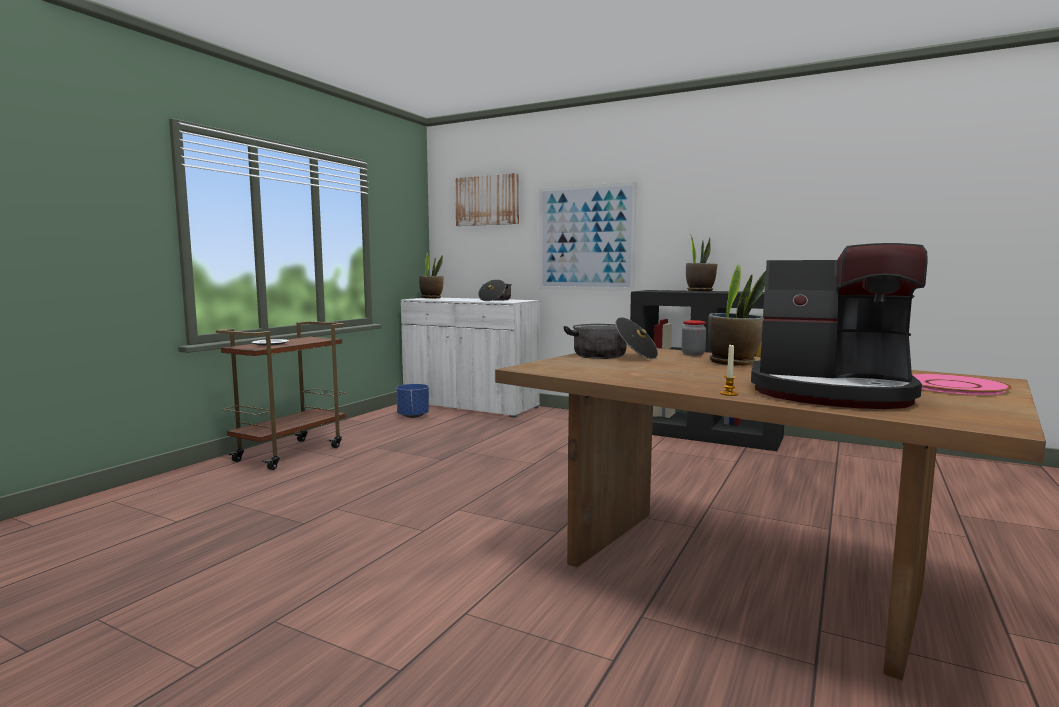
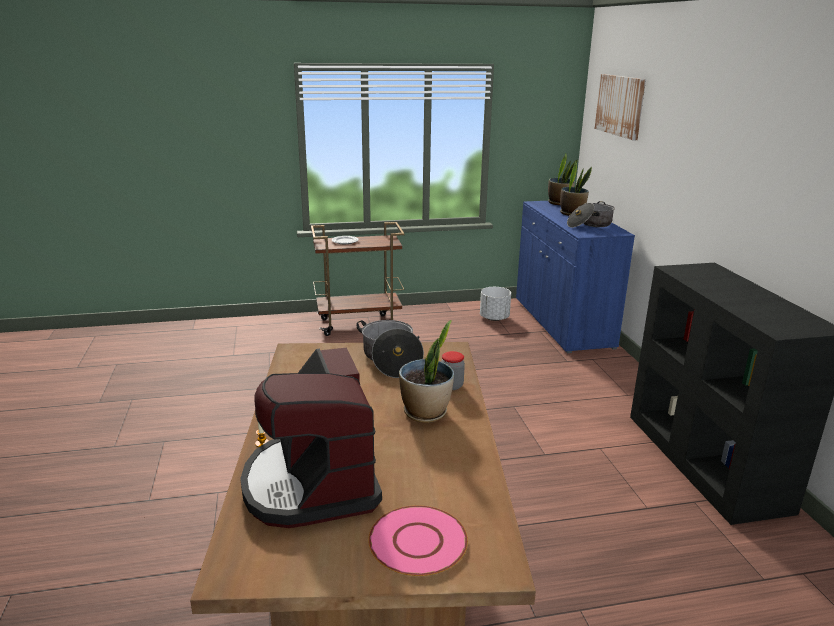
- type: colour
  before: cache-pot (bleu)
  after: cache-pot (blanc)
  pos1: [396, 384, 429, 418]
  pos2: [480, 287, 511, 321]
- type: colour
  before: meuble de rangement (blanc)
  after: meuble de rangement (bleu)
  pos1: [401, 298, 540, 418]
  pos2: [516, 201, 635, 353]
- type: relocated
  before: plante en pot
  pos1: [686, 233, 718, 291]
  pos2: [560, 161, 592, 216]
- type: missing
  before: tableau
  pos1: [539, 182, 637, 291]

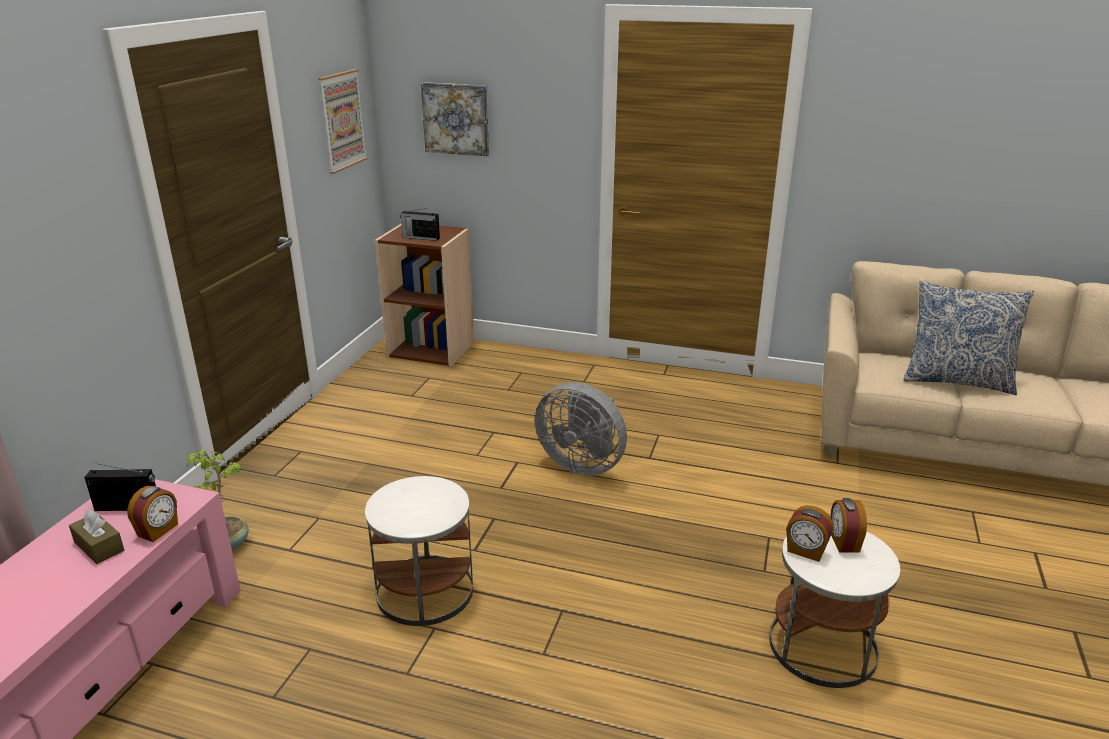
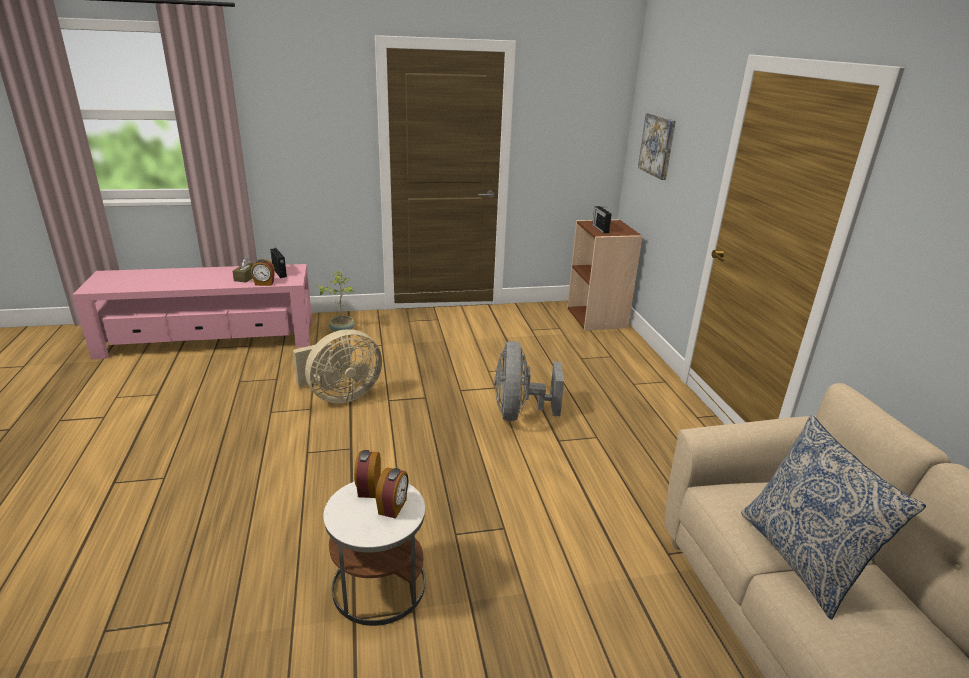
- type: exchanged
  before: table d'appoint (blanc)
  after: ventilateur (beige)
  pos1: [365, 476, 473, 626]
  pos2: [293, 329, 382, 403]
- type: spun
  before: réveil
  pos1: [831, 498, 867, 553]
  pos2: [376, 468, 409, 519]
  turn: 135
- type: missing
  before: tableau
  pos1: [318, 69, 368, 174]

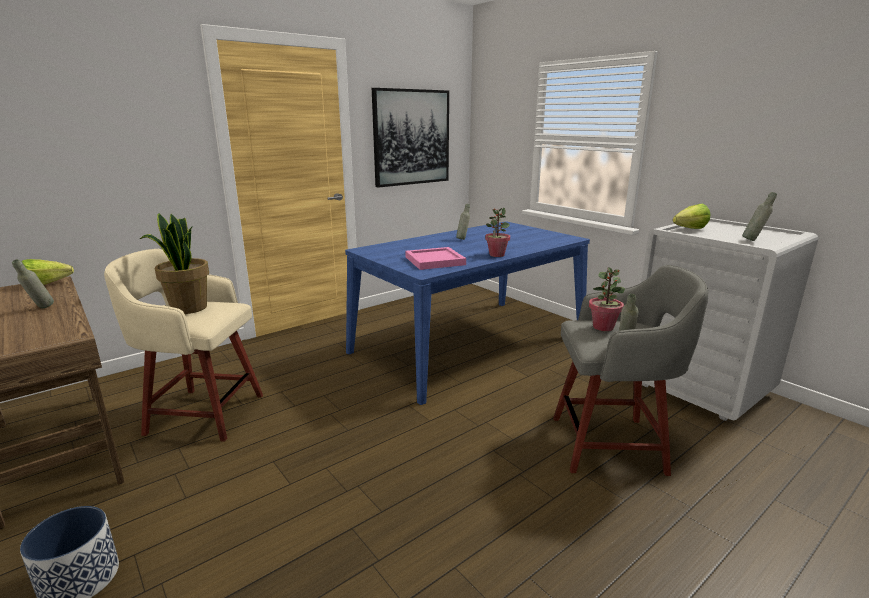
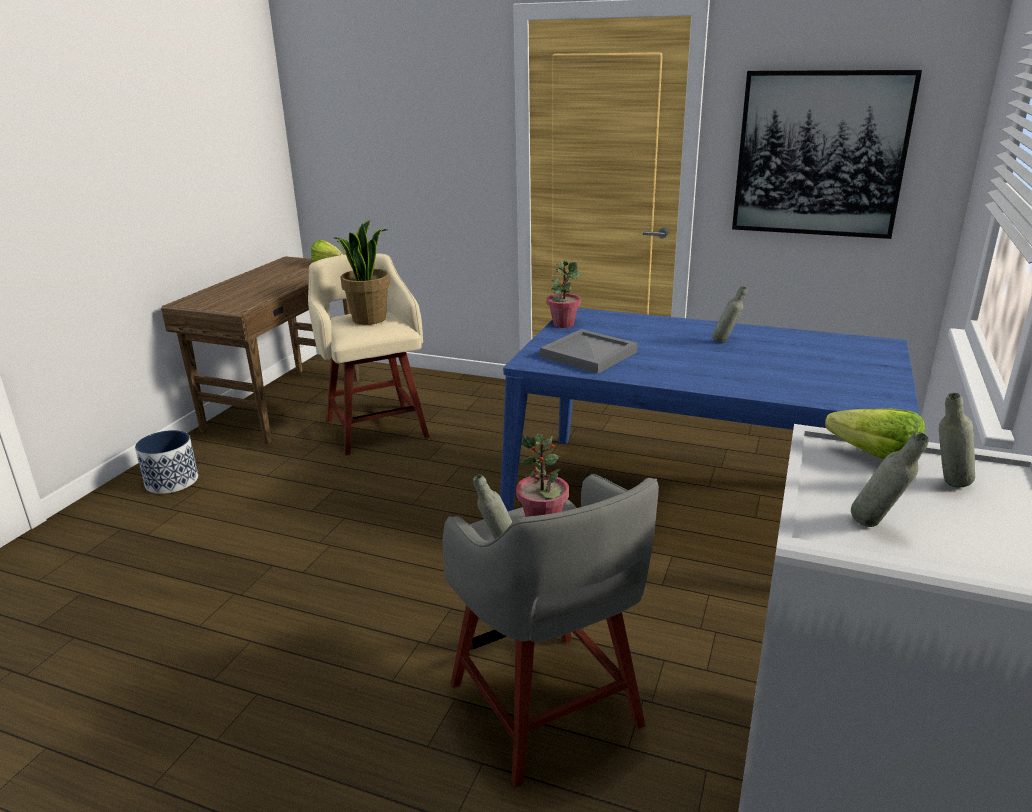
- type: colour
  before: plateau (rose)
  after: plateau (gris)
  pos1: [405, 247, 466, 270]
  pos2: [540, 329, 638, 374]
- type: relocated
  before: plante en pot
  pos1: [485, 208, 510, 257]
  pos2: [547, 260, 581, 328]
- type: relocated
  before: bouteille (gris)
  pos1: [12, 259, 54, 308]
  pos2: [939, 393, 975, 488]

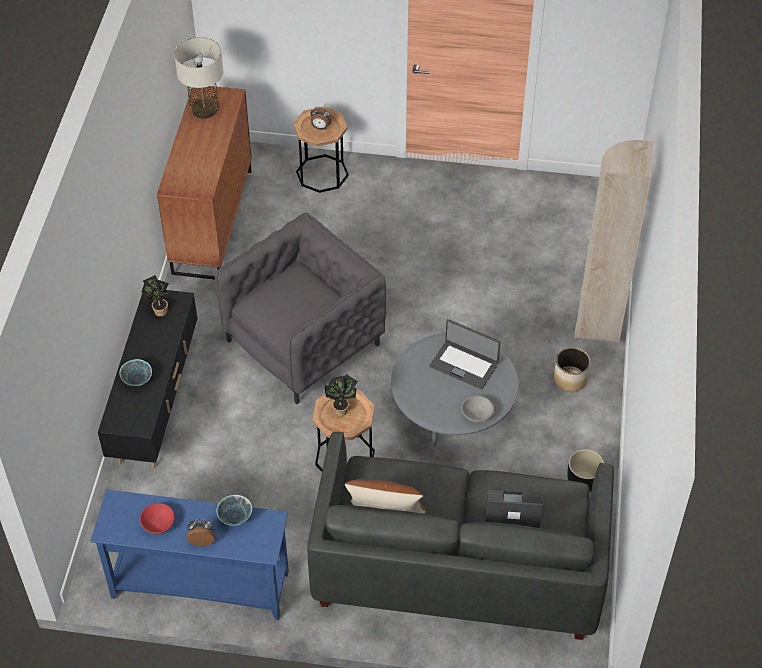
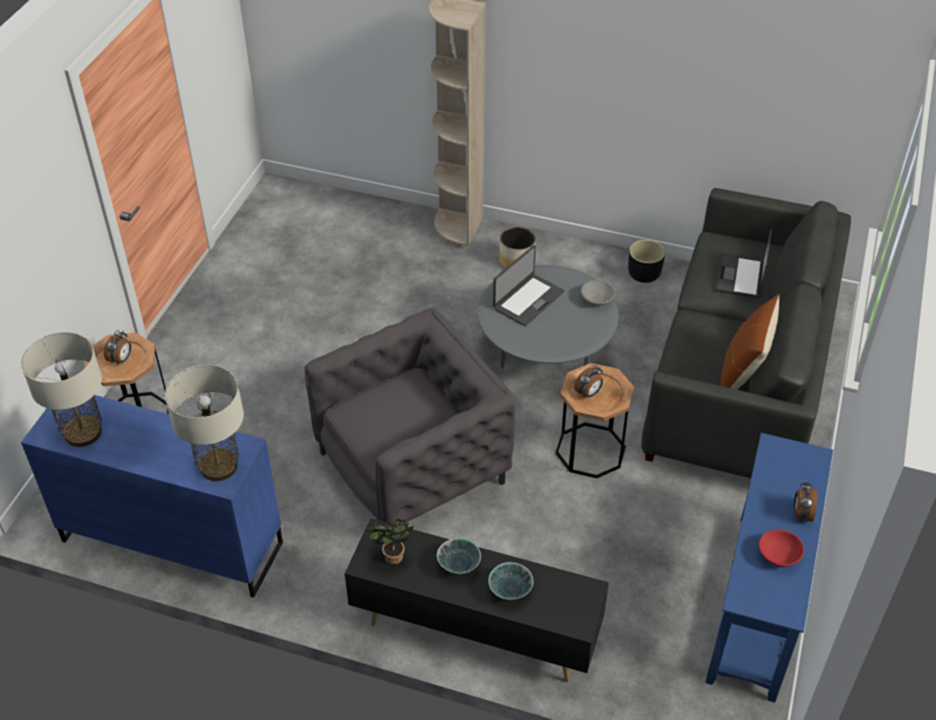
- type: colour
  before: commode (marron)
  after: commode (bleu)
  pos1: [157, 86, 252, 279]
  pos2: [21, 395, 283, 597]
- type: appeared
  after: lampe de table
  pos2: [165, 365, 244, 481]
- type: spun
  before: fauteuil (gris)
  pos1: [215, 213, 386, 404]
  pos2: [305, 308, 515, 524]
  turn: 90
- type: relocated
  before: bol
  pos1: [217, 495, 252, 525]
  pos2: [437, 538, 481, 574]
- type: exchanged
  before: plante en pot
  after: réveil
  pos1: [325, 374, 358, 416]
  pos2: [574, 365, 603, 398]

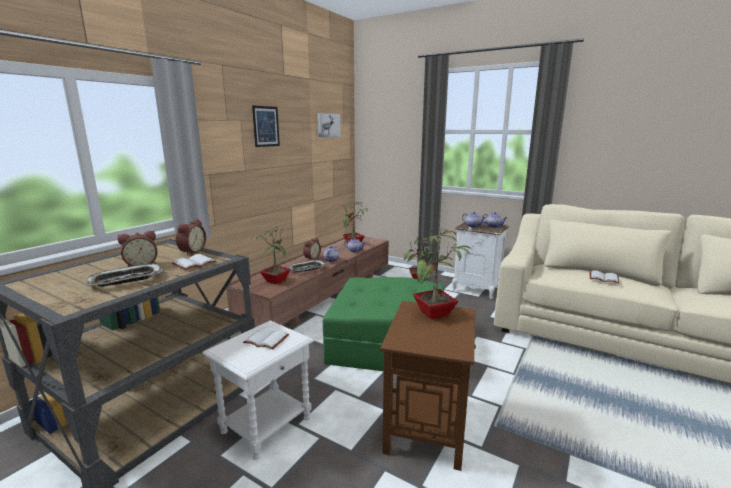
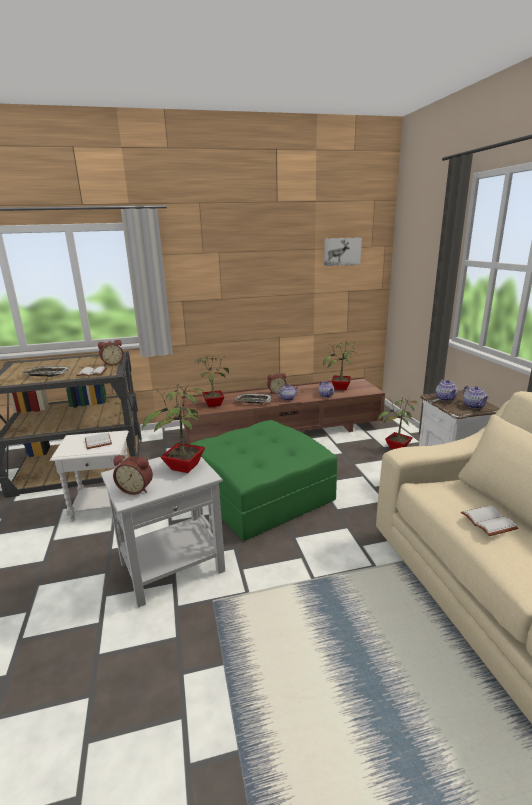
- type: colour
  before: table d'appoint (marron)
  after: table d'appoint (blanc)
  pos1: [380, 301, 476, 471]
  pos2: [101, 457, 225, 608]
- type: relocated
  before: réveil
  pos1: [118, 231, 158, 267]
  pos2: [113, 455, 153, 495]
- type: missing
  before: tableau
  pos1: [252, 105, 280, 147]

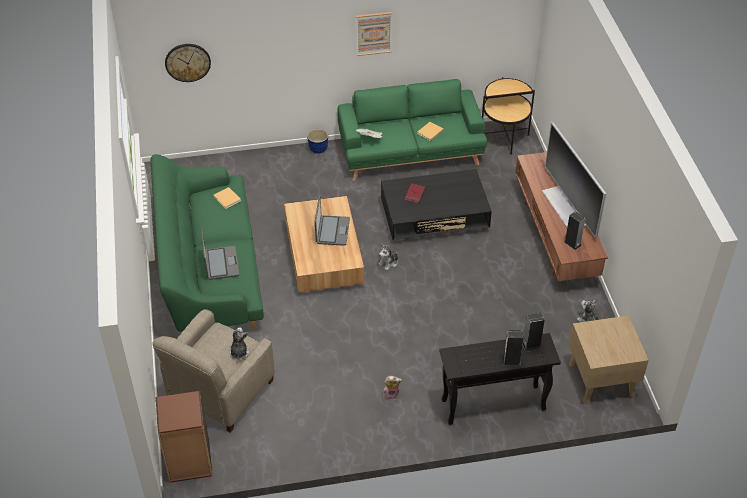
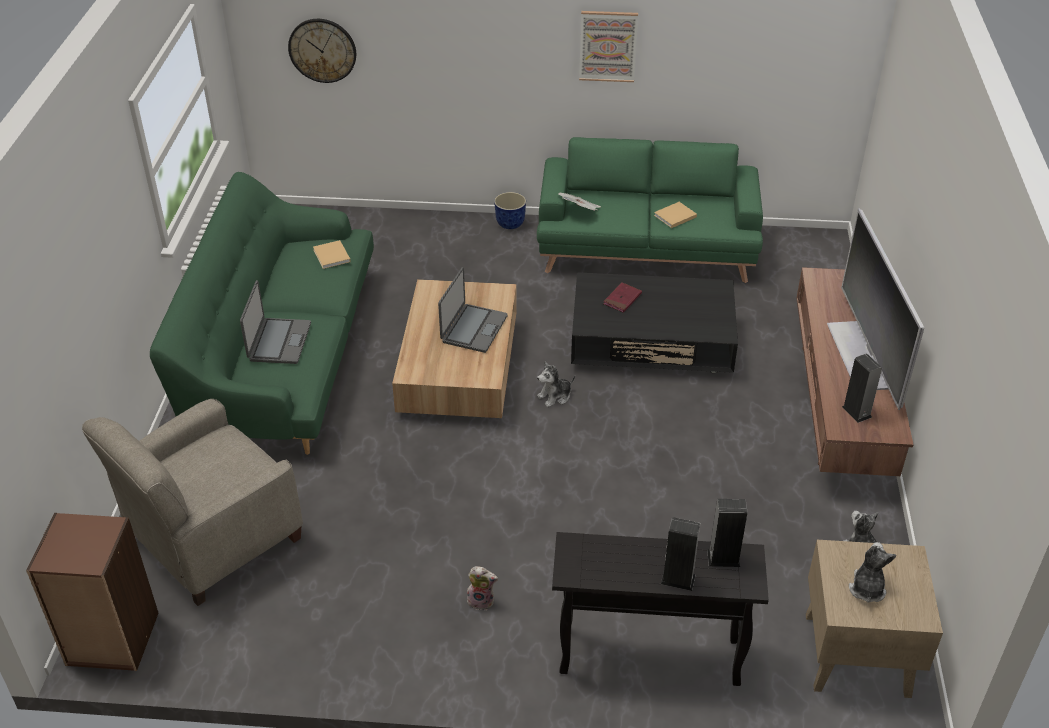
- type: relocated
  before: peluche
  pos1: [230, 327, 249, 360]
  pos2: [849, 542, 896, 602]
- type: missing
  before: table d'appoint
  pos1: [482, 77, 535, 155]

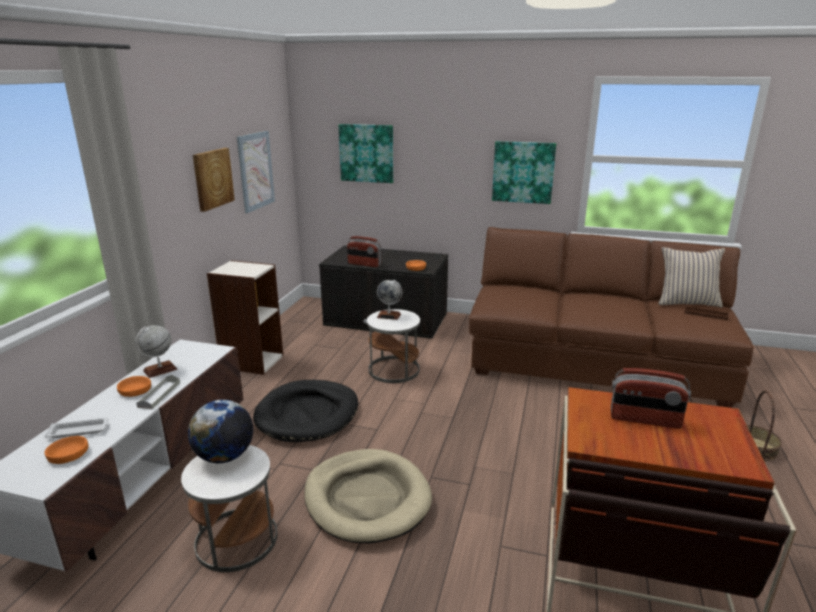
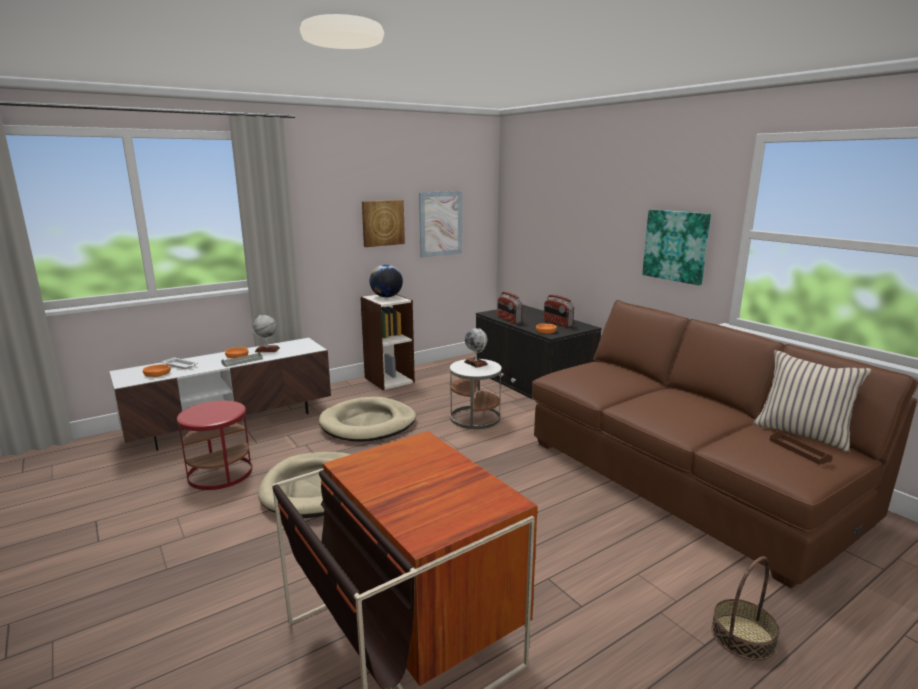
- type: colour
  before: table d'appoint (blanc)
  after: table d'appoint (rouge)
  pos1: [181, 445, 277, 572]
  pos2: [177, 401, 252, 490]
- type: colour
  before: panier pour chien (noir)
  after: panier pour chien (beige)
  pos1: [253, 380, 358, 442]
  pos2: [319, 397, 416, 442]
- type: relocated
  before: globe
  pos1: [188, 400, 253, 463]
  pos2: [370, 264, 403, 298]
- type: relocated
  before: radio
  pos1: [611, 368, 691, 428]
  pos2: [544, 295, 574, 327]
- type: missing
  before: tableau
  pos1: [339, 124, 393, 183]

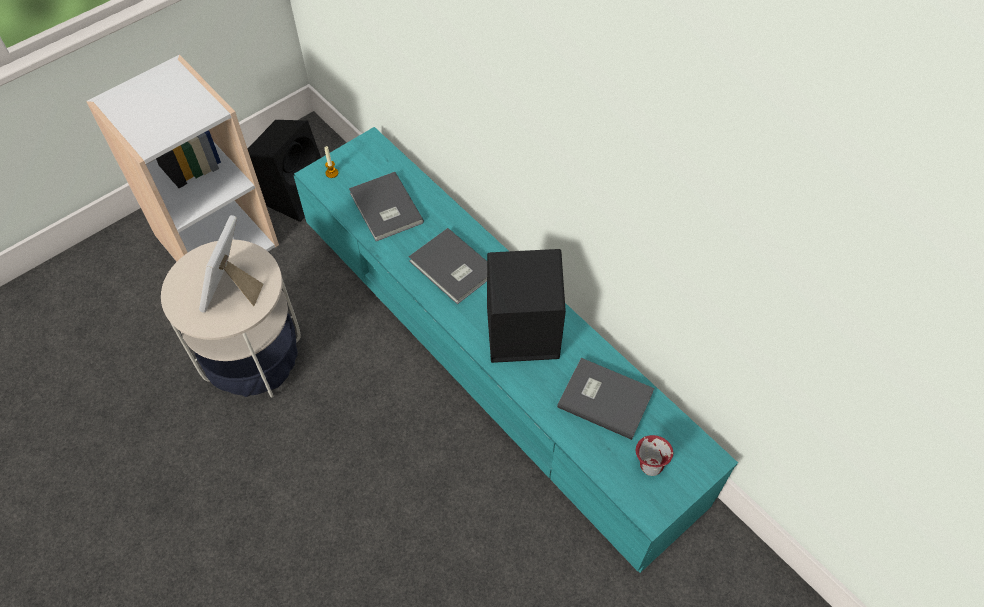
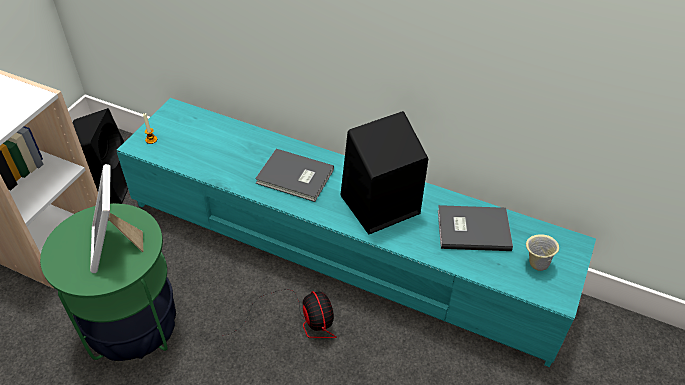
- type: colour
  before: table d'appoint (beige)
  after: table d'appoint (vert)
  pos1: [161, 239, 301, 398]
  pos2: [40, 203, 176, 361]
- type: appeared
  after: ventilateur
  pos2: [223, 289, 337, 338]
- type: colour
  before: mug (rouge)
  after: mug (beige)
  pos1: [636, 435, 673, 476]
  pos2: [526, 234, 559, 271]
- type: missing
  before: livre (gris)
  pos1: [349, 172, 424, 241]

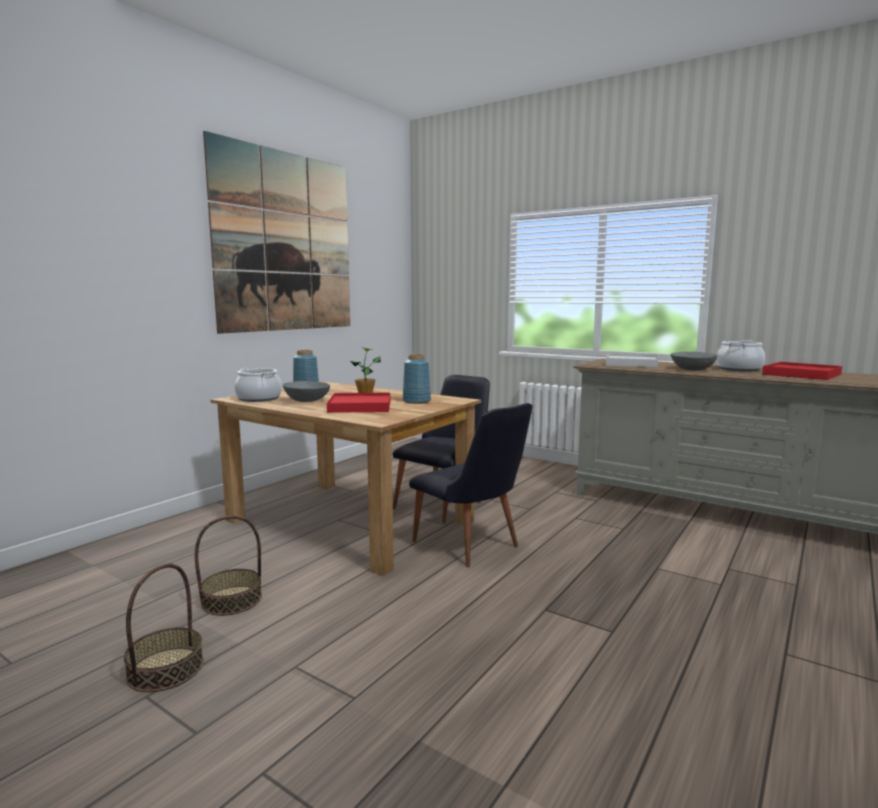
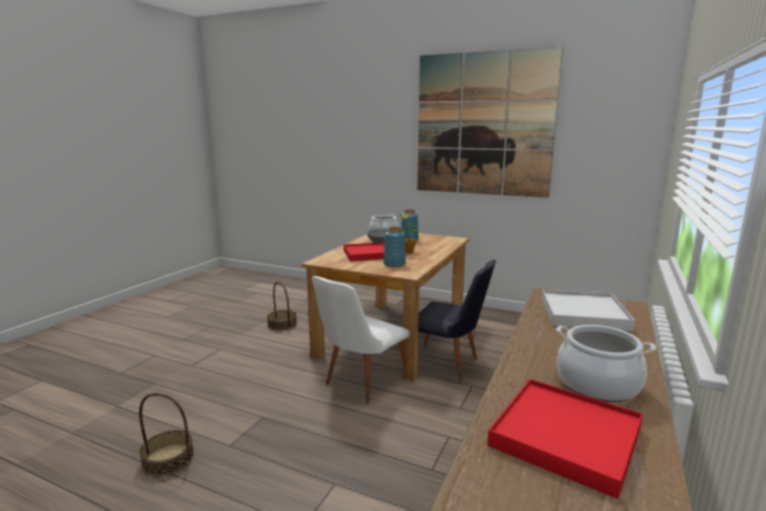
- type: relocated
  before: panier
  pos1: [124, 564, 204, 692]
  pos2: [139, 393, 194, 476]
- type: colour
  before: chaise (noir)
  after: chaise (blanc)
  pos1: [409, 403, 532, 567]
  pos2: [312, 276, 410, 404]
- type: missing
  before: bol (gris)
  pos1: [671, 352, 718, 371]

